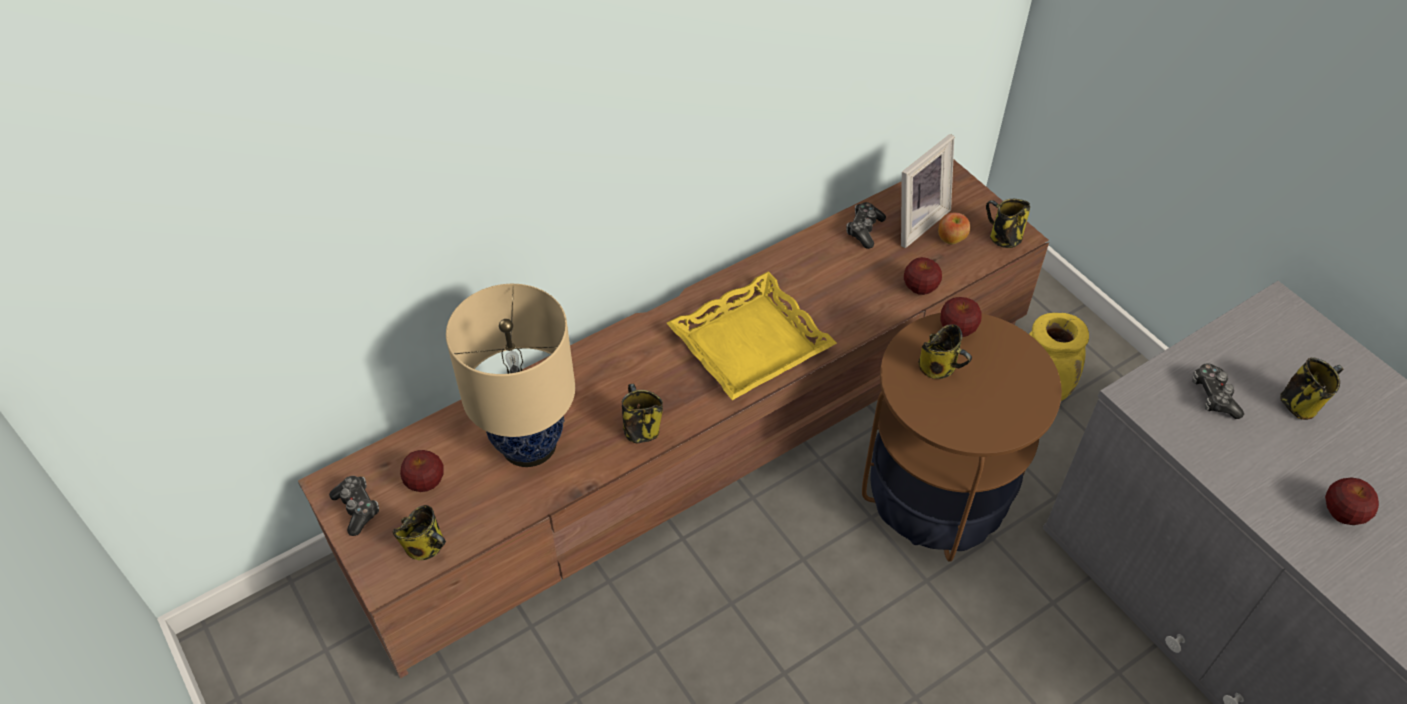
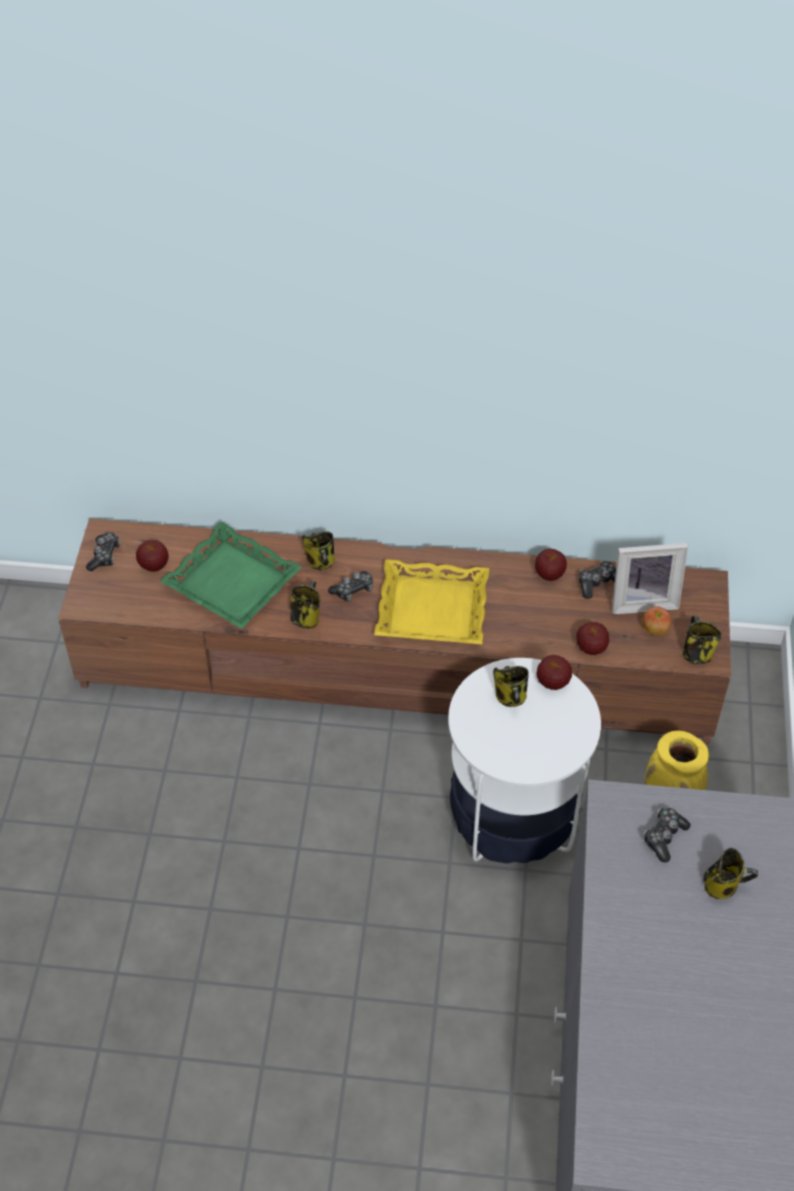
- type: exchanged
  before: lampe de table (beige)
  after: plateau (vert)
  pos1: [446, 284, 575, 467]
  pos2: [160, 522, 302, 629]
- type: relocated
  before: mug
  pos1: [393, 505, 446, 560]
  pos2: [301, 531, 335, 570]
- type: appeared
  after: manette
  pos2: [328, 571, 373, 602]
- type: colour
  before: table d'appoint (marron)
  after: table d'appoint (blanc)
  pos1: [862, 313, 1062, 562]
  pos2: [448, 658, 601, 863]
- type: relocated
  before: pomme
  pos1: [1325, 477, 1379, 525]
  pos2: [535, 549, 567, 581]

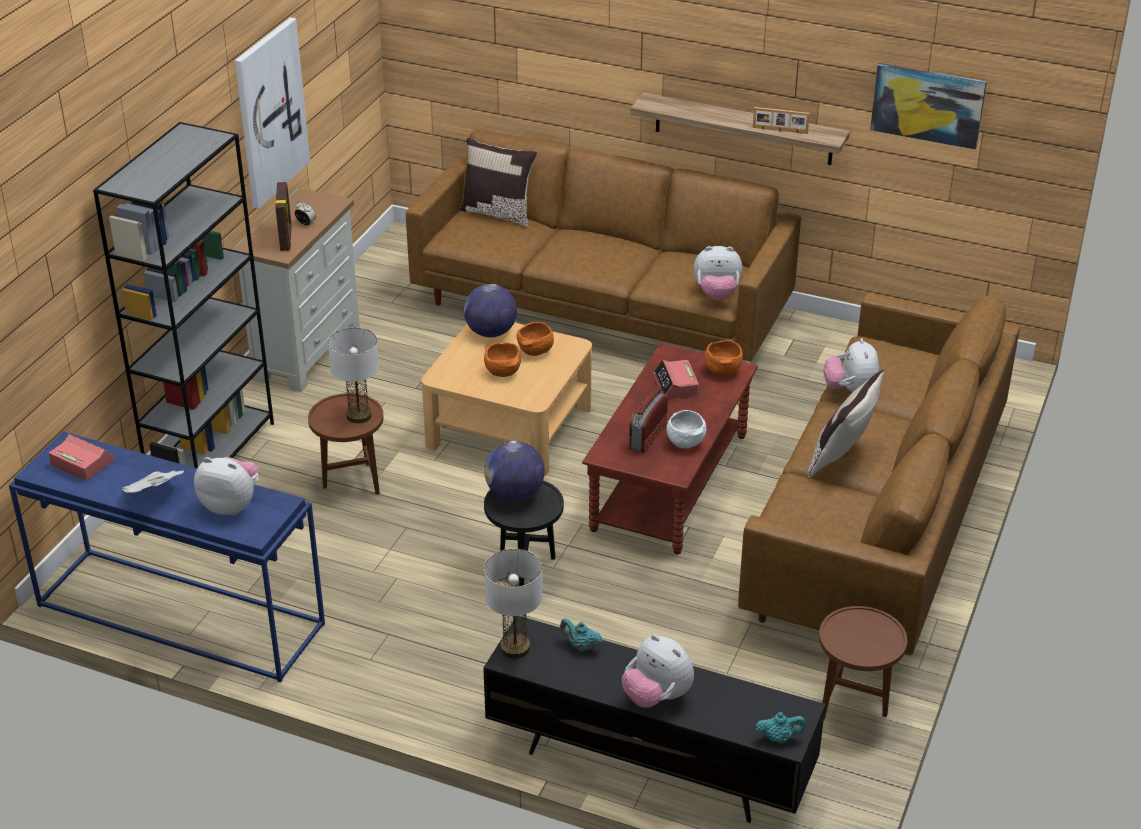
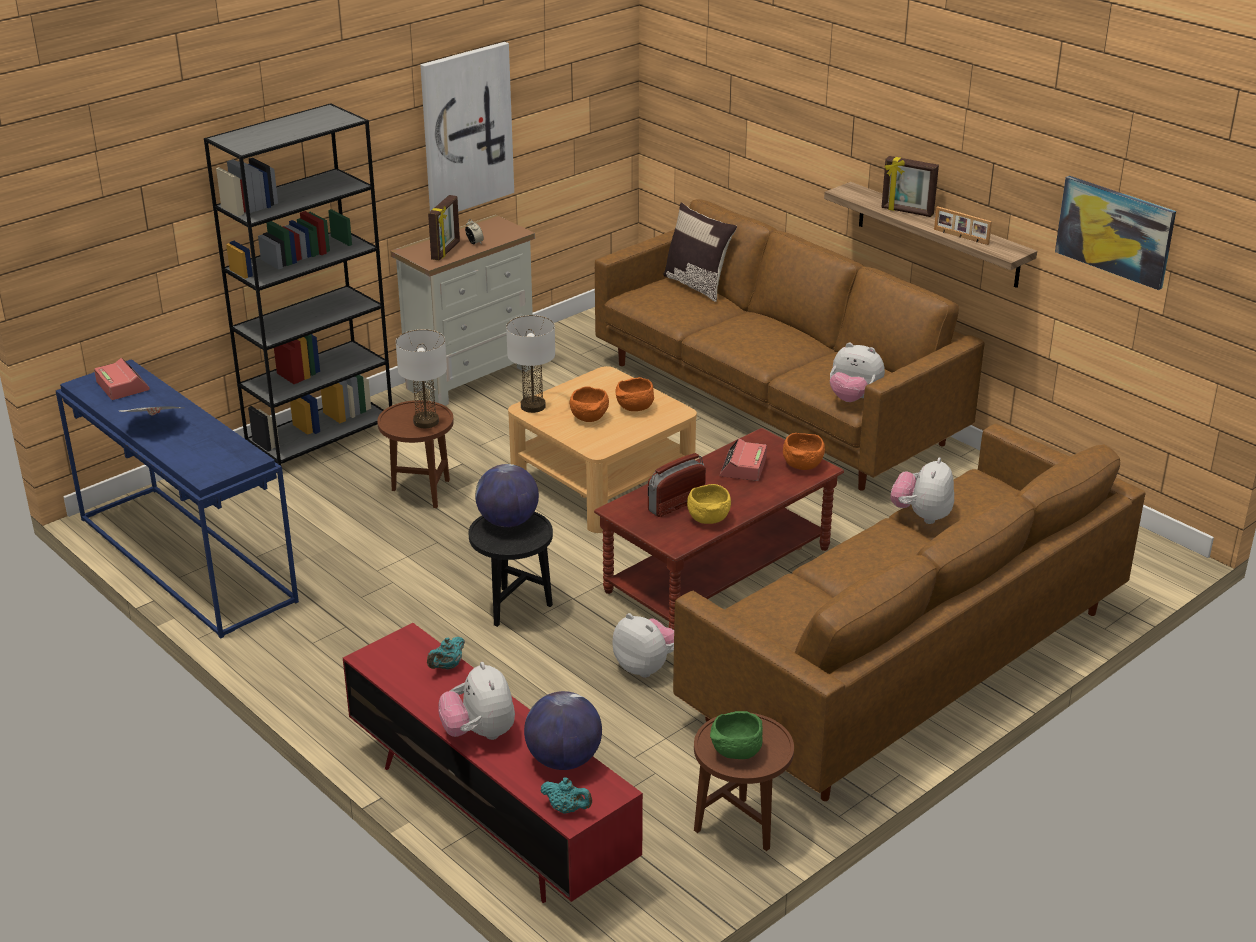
- type: colour
  before: meuble télé (noir)
  after: meuble télé (rouge)
  pos1: [483, 616, 825, 823]
  pos2: [343, 623, 643, 903]
- type: spun
  before: théière (turquoise)
  pos1: [560, 618, 603, 651]
  pos2: [427, 637, 465, 670]
  turn: -105
- type: relocated
  before: lampe de table
  pos1: [484, 549, 543, 659]
  pos2: [506, 315, 555, 413]
- type: relocated
  before: globe
  pos1: [464, 284, 517, 337]
  pos2: [524, 691, 602, 770]
- type: relocated
  before: peluche
  pos1: [194, 457, 260, 516]
  pos2: [612, 613, 674, 678]
- type: colour
  before: bol (blanc)
  after: bol (jaune)
  pos1: [667, 410, 707, 449]
  pos2: [687, 484, 731, 524]
- type: appeared
  after: bol (vert)
  pos2: [710, 711, 763, 759]
- type: appeared
  after: cadre photo
  pos2: [882, 156, 939, 217]
- type: missing
  before: coussin
  pos1: [807, 370, 885, 477]

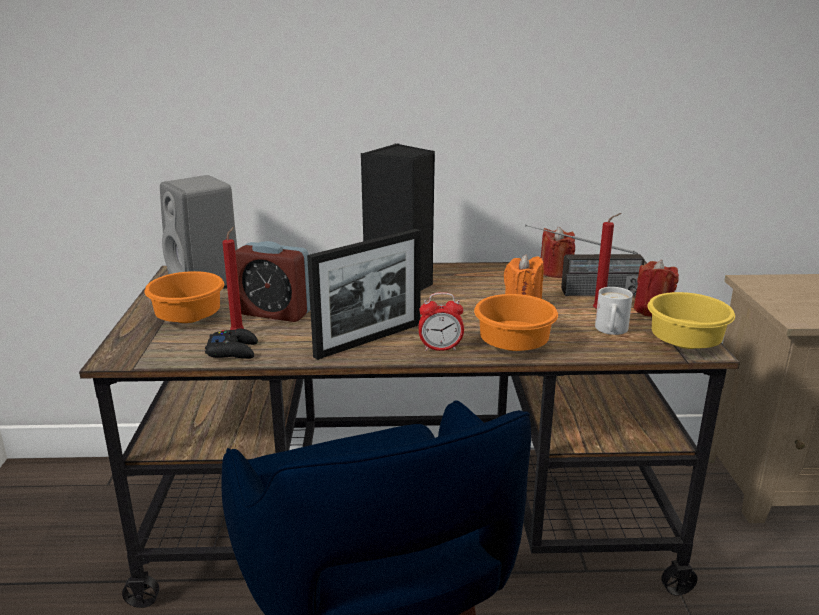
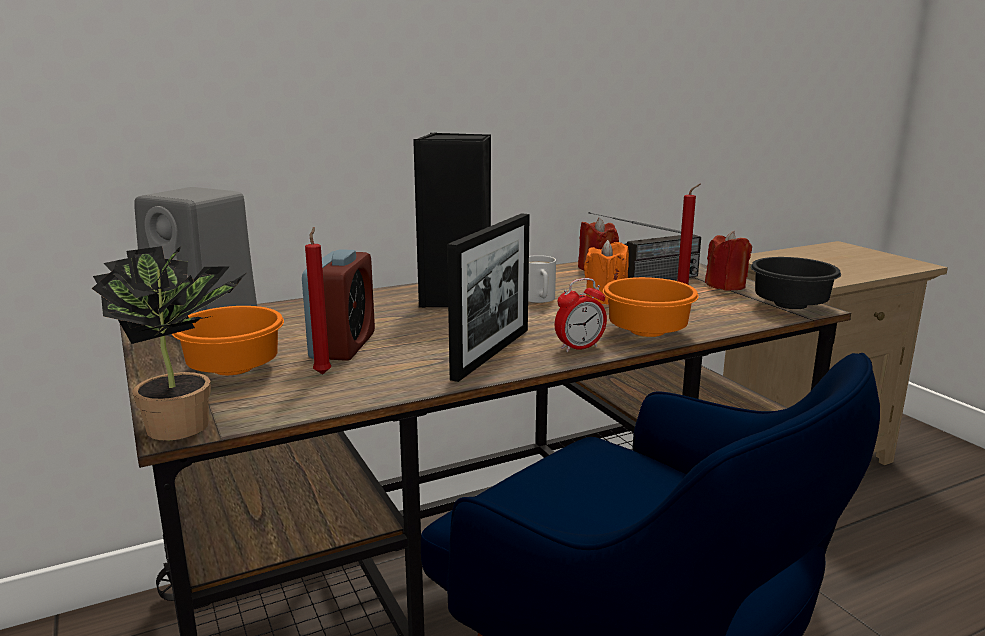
- type: appeared
  after: plante en pot
  pos2: [92, 246, 246, 441]
- type: spun
  before: réveil
  pos1: [235, 241, 310, 322]
  pos2: [302, 249, 375, 361]
  turn: -75
- type: relocated
  before: mug (blanc)
  pos1: [595, 287, 633, 335]
  pos2: [528, 255, 556, 303]
- type: colour
  before: bol (jaune)
  after: bol (noir)
  pos1: [648, 292, 735, 349]
  pos2: [751, 257, 841, 309]
- type: missing
  before: manette (noir)
  pos1: [205, 329, 258, 359]

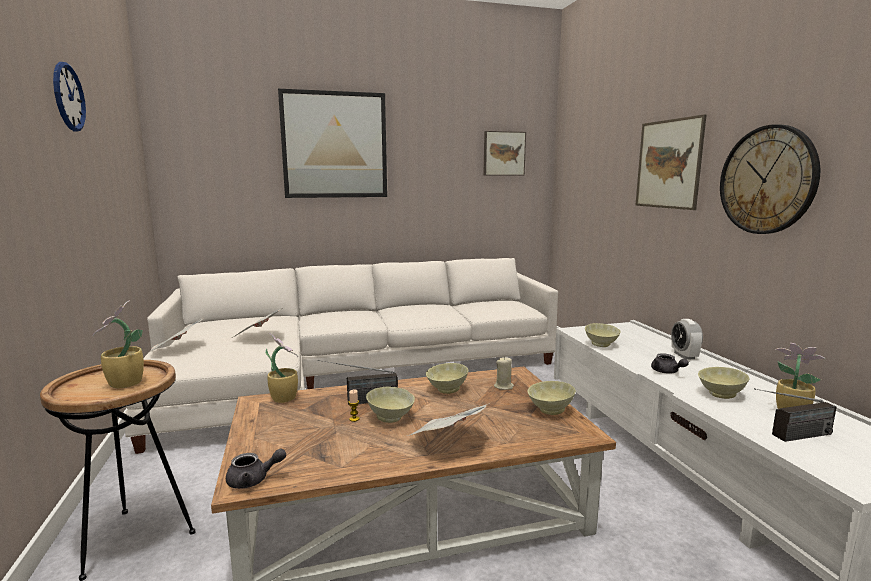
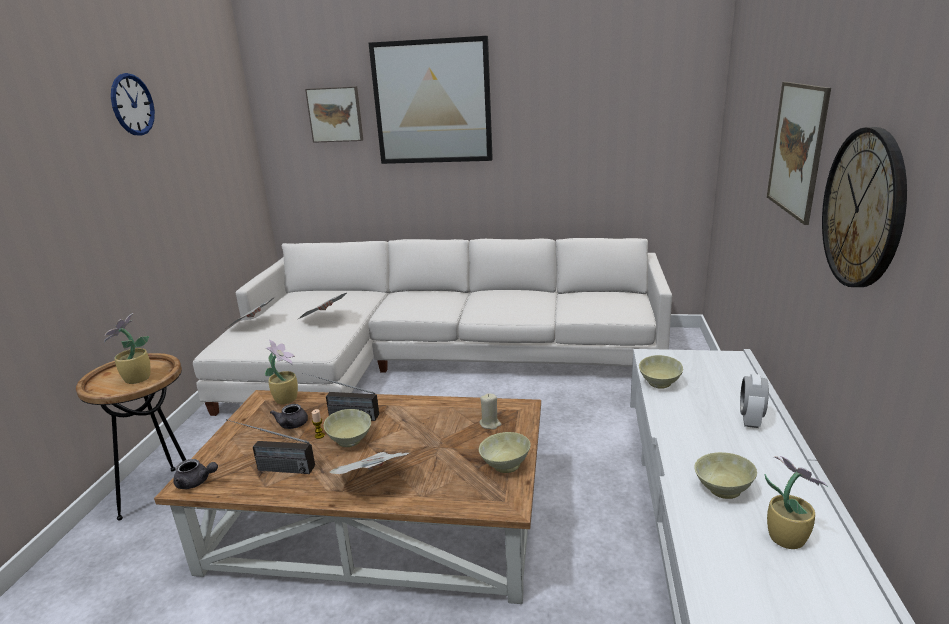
- type: relocated
  before: radio
  pos1: [754, 388, 837, 442]
  pos2: [226, 419, 315, 474]
- type: relocated
  before: théière (gris)
  pos1: [651, 353, 689, 374]
  pos2: [270, 404, 308, 429]
- type: relocated
  before: tableau
  pos1: [483, 131, 526, 175]
  pos2: [305, 86, 363, 143]
- type: missing
  before: bol (beige)
  pos1: [426, 363, 469, 394]

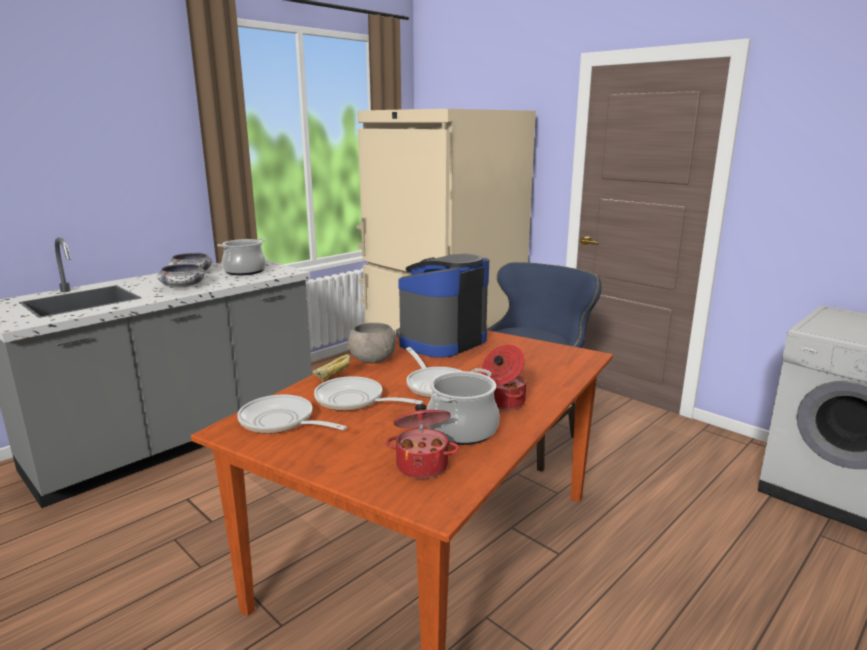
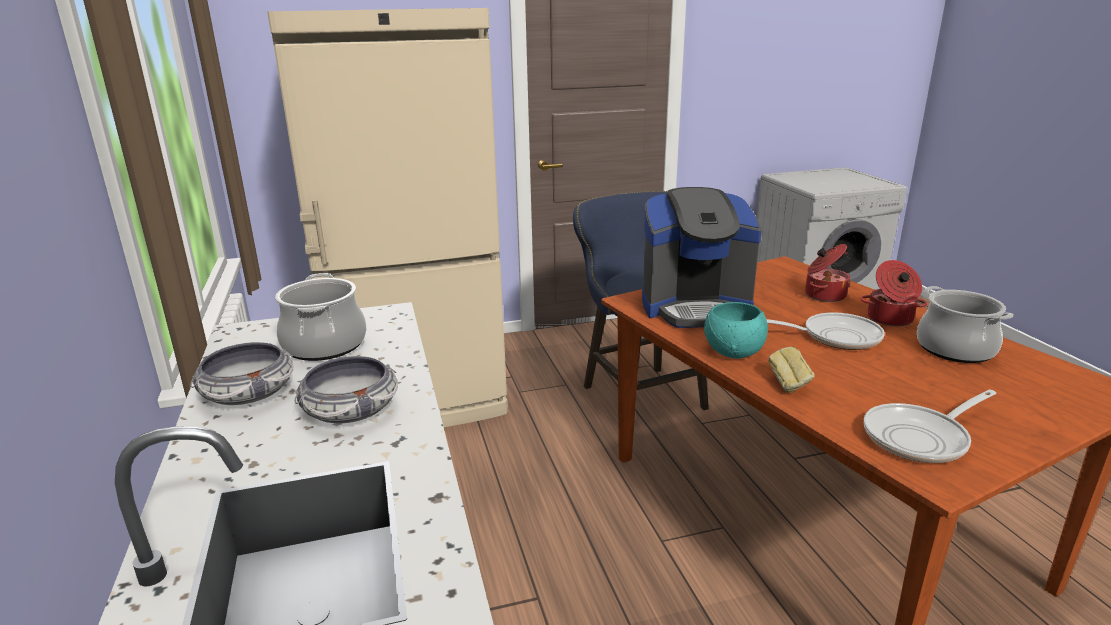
- type: spun
  before: machine à café
  pos1: [396, 254, 489, 358]
  pos2: [642, 187, 762, 328]
  turn: -75
- type: colour
  before: bol (gris)
  after: bol (turquoise)
  pos1: [348, 323, 396, 363]
  pos2: [704, 302, 768, 359]
- type: relocated
  before: marmite
  pos1: [386, 404, 459, 479]
  pos2: [805, 244, 851, 302]
- type: missing
  before: poêle
  pos1: [314, 376, 423, 411]

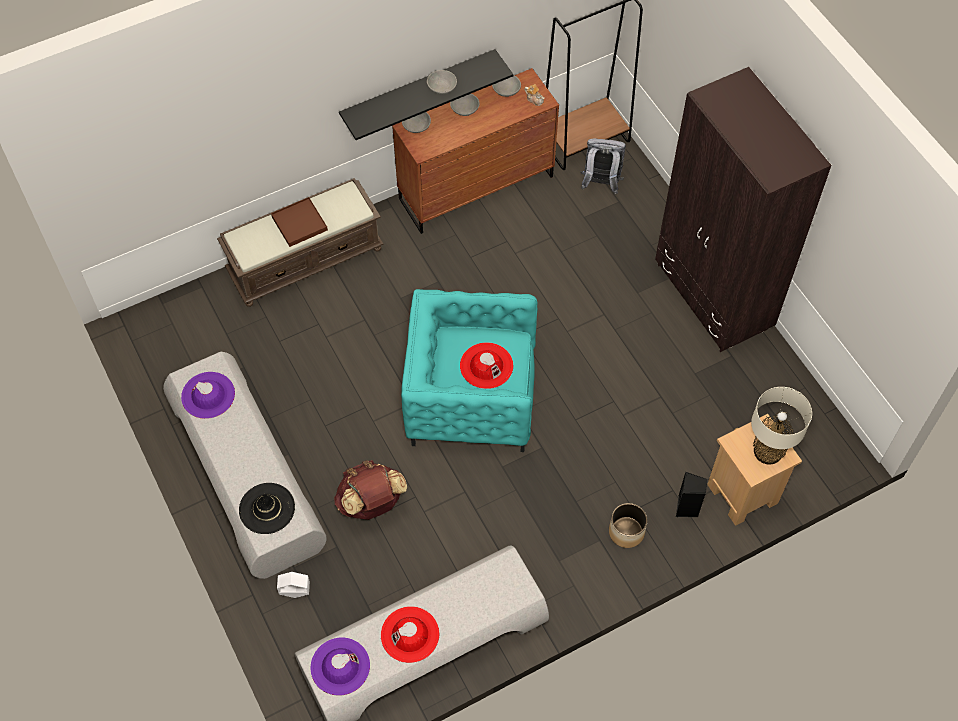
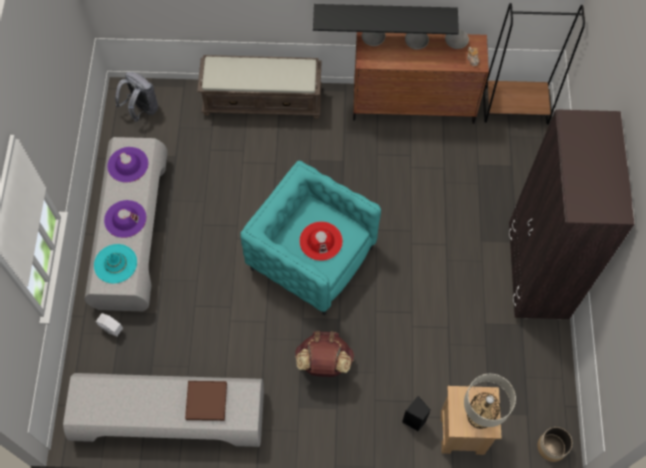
- type: colour
  before: chapeau (noir)
  after: chapeau (turquoise)
  pos1: [239, 483, 295, 534]
  pos2: [94, 244, 137, 283]
- type: relocated
  before: chapeau (violet)
  pos1: [311, 638, 370, 696]
  pos2: [104, 200, 146, 238]
- type: relocated
  before: sac à dos (gris)
  pos1: [581, 138, 626, 194]
  pos2: [115, 72, 158, 122]
- type: relocated
  before: plateau (marron)
  pos1: [271, 197, 328, 247]
  pos2: [185, 381, 227, 421]
- type: relocated
  before: sac à dos (marron)
  pos1: [334, 460, 407, 520]
  pos2: [295, 331, 354, 377]
- type: relocated
  before: cache-pot
  pos1: [609, 503, 647, 548]
  pos2: [537, 427, 573, 462]
- type: missing
  before: chapeau (rouge)
  pos1: [381, 606, 439, 663]
- type: missing
  before: bol (gris)
  pos1: [427, 70, 457, 94]

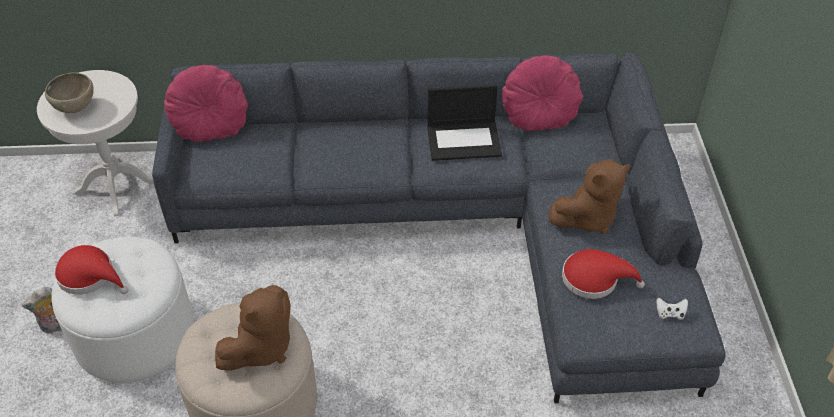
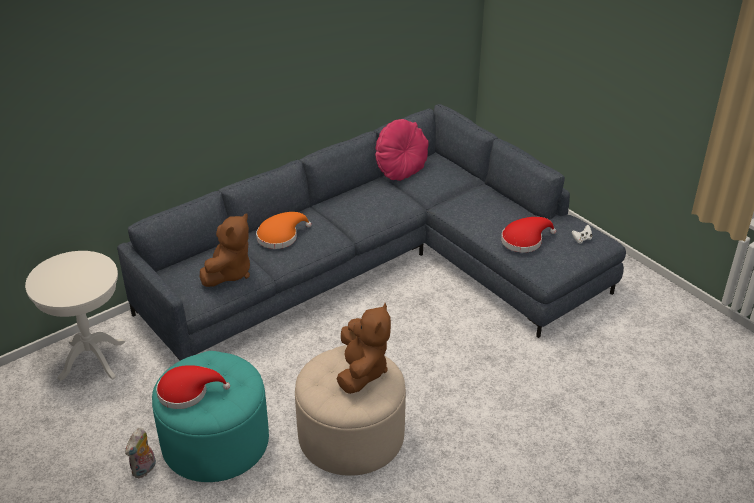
- type: colour
  before: pouf (blanc)
  after: pouf (turquoise)
  pos1: [51, 237, 194, 383]
  pos2: [152, 351, 269, 482]
- type: relocated
  before: peluche (marron)
  pos1: [549, 159, 630, 234]
  pos2: [200, 213, 250, 287]
- type: appeared
  after: chapeau (orange)
  pos2: [256, 212, 312, 249]
- type: missing
  before: bol (marron)
  pos1: [45, 73, 94, 113]
- type: missing
  before: coussin (rose)
  pos1: [164, 65, 248, 142]
- type: missing
  before: ordinateur portable
  pos1: [427, 85, 502, 161]

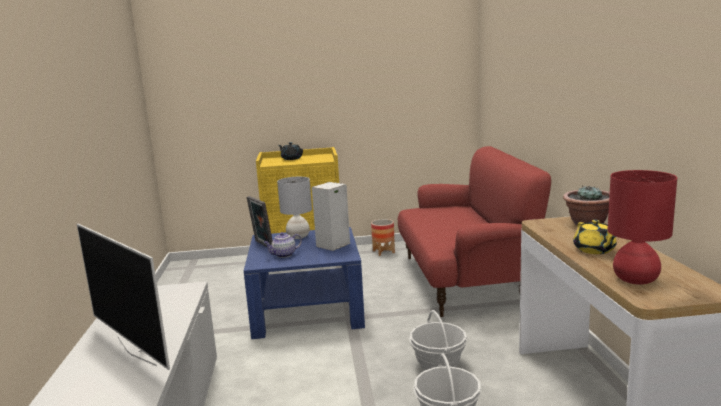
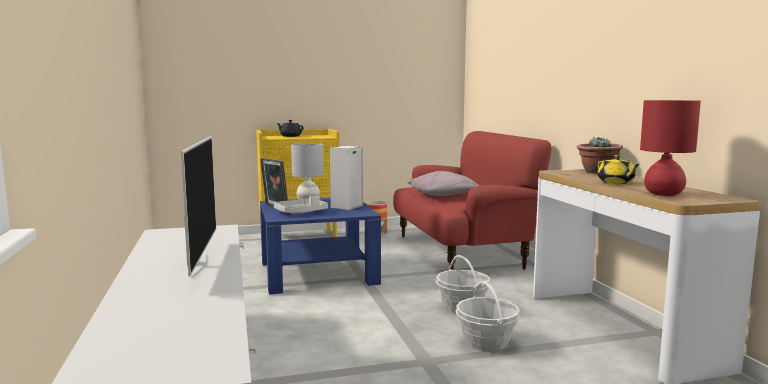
- type: spun
  before: téléviseur
  pos1: [77, 224, 170, 370]
  pos2: [181, 136, 216, 279]
  turn: -135
- type: exchanged
  before: théière
  after: plateau (gris)
  pos1: [263, 232, 302, 258]
  pos2: [274, 196, 328, 213]
- type: appeared
  after: coussin (violet)
  pos2: [407, 171, 480, 196]

